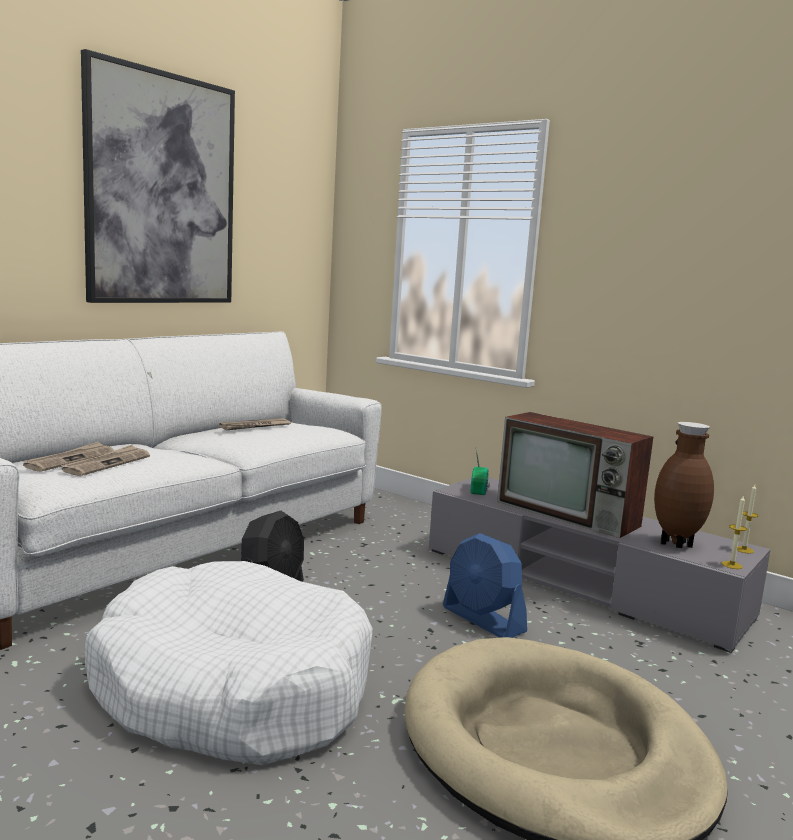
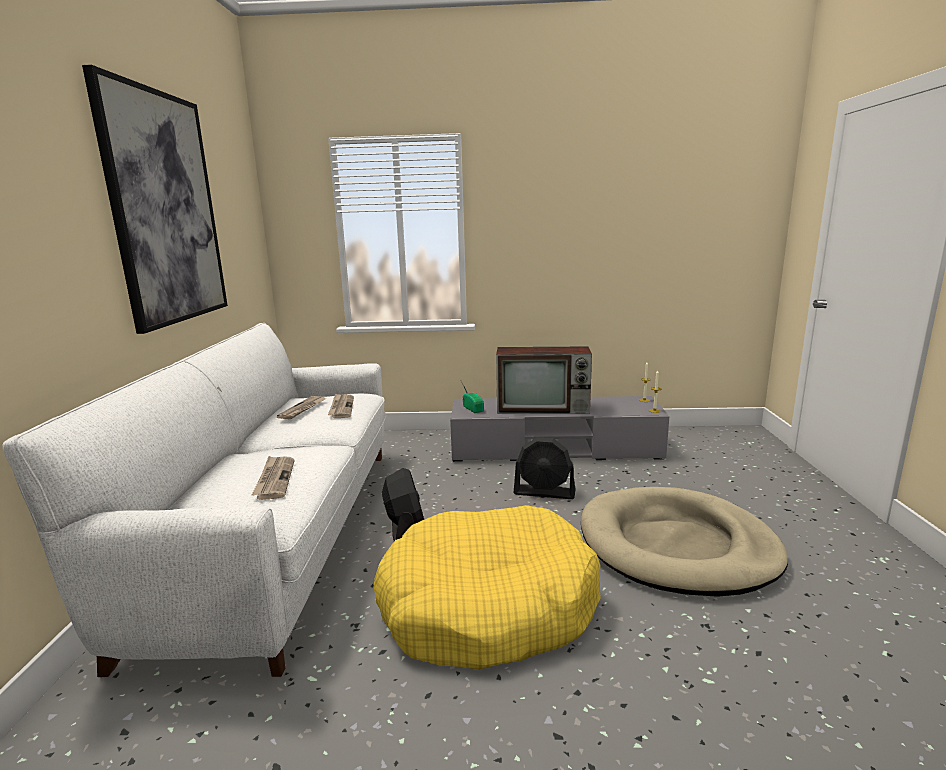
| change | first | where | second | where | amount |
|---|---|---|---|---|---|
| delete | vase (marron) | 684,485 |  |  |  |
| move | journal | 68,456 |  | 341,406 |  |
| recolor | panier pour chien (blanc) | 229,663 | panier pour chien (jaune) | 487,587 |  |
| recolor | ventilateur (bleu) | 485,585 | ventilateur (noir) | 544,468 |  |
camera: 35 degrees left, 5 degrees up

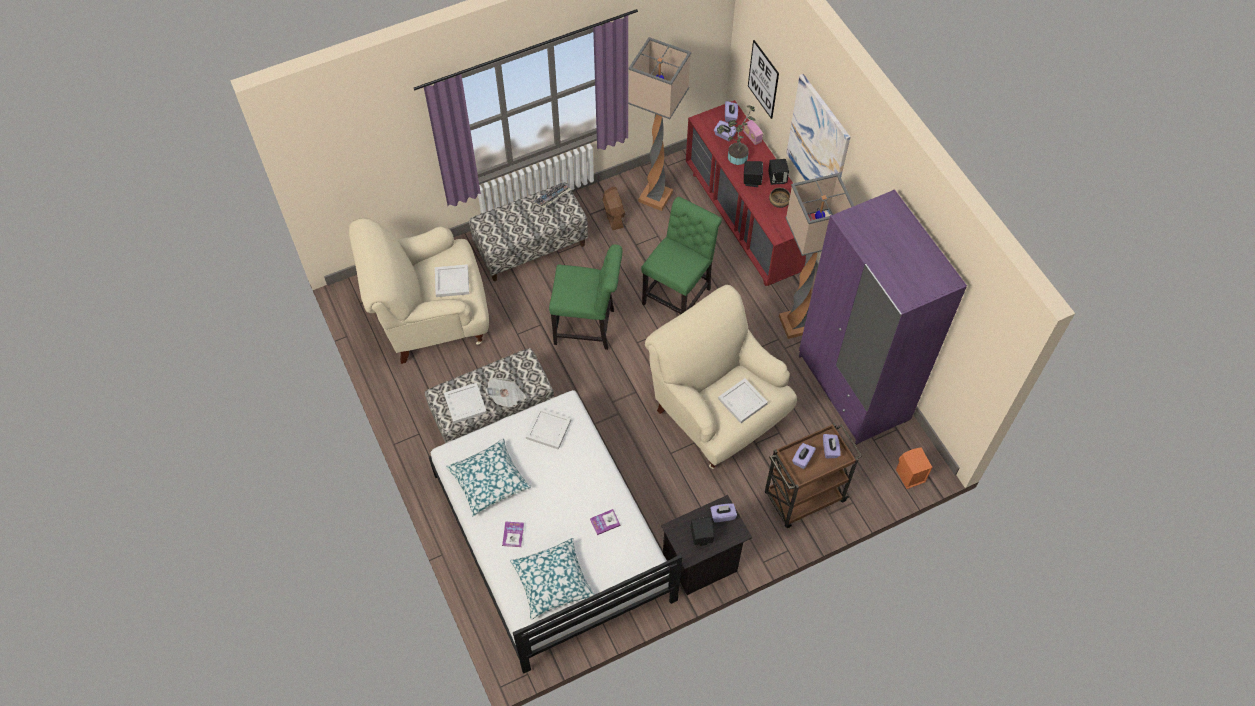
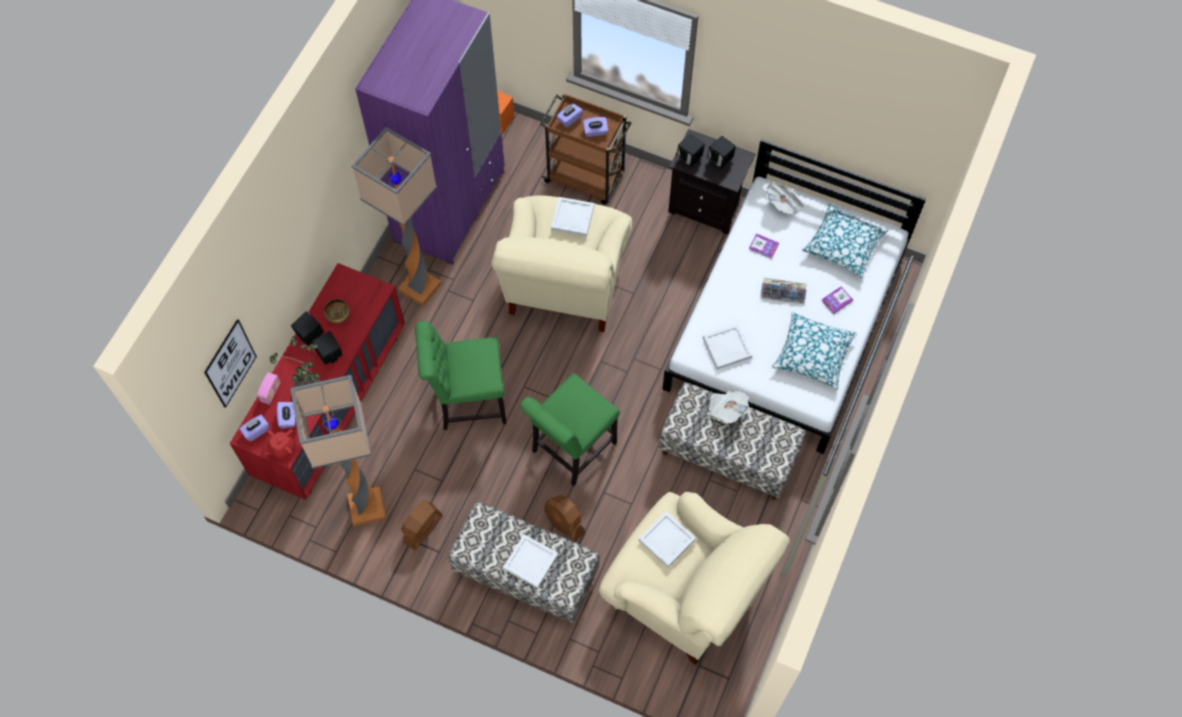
| change | first | where | second | where | amount |
|---|---|---|---|---|---|
| delete | tableau | 818,144 |  |  |  |
| insert |  |  | théière (rouge) | 280,444 |  |
| insert |  |  | ventilateur (marron) | 564,518 |  |
| insert |  |  | journal | 785,199 |  |
| move | plateau (blanc) | 465,403 |  | 530,561 |  |
| move | clavier | 552,195 |  | 783,291 |  |
| replace | boîte à mouchoirs (violet) | 723,513 | enceinte (noir) | 690,150 |  |
| rotate | chaise (vert) | 585,297 |  | 570,429 | 105 degrees counterclockwise |
camera: 130 degrees left, 5 degrees up

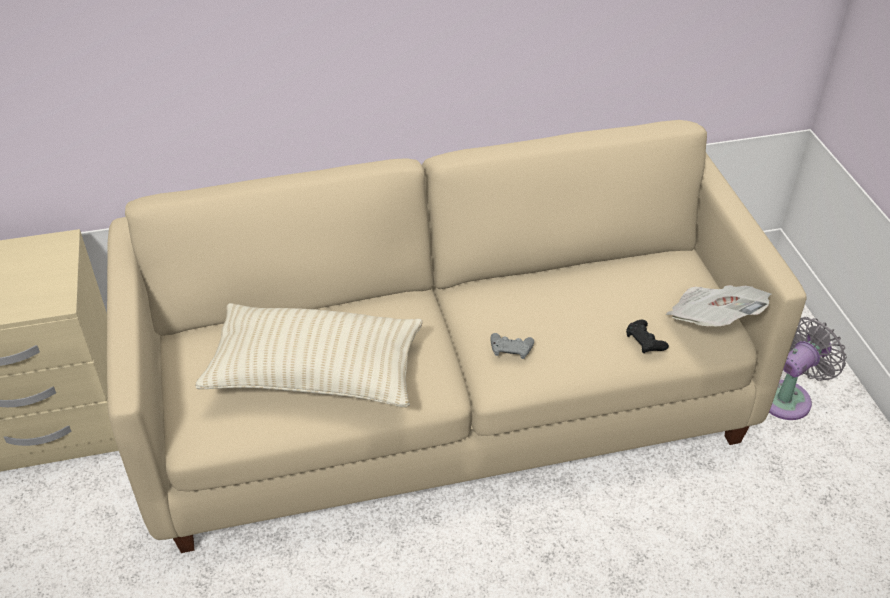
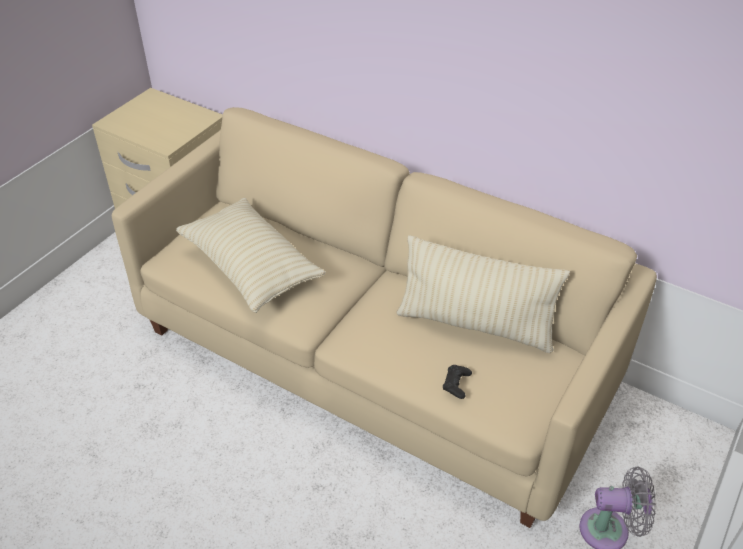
| change | first | where | second | where | amount |
|---|---|---|---|---|---|
| delete | manette (gris) | 512,346 |  |  |  |
| delete | journal | 718,305 |  |  |  |
| insert |  |  | coussin (beige) | 483,294 |  |
camera: 45 degrees right, 0 degrees up

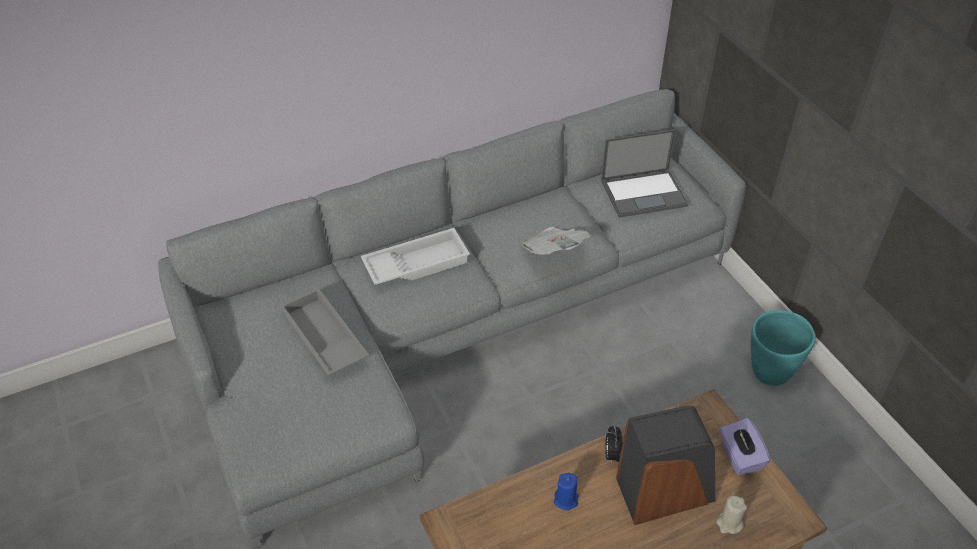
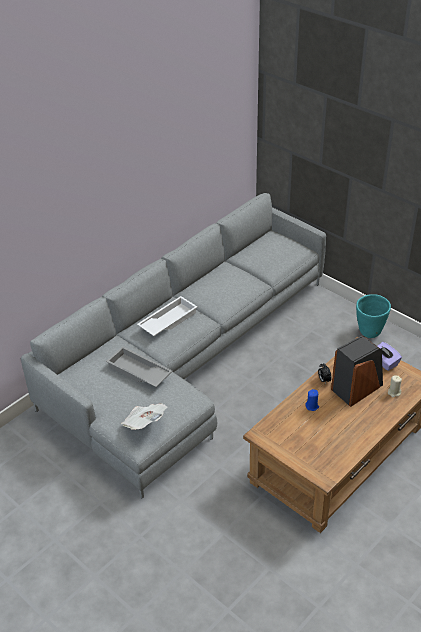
| change | first | where | second | where | amount |
|---|---|---|---|---|---|
| delete | ordinateur portable | 644,173 |  |  |  |
| move | journal | 556,241 |  | 144,416 |  |
camera: 20 degrees left, 5 degrees down

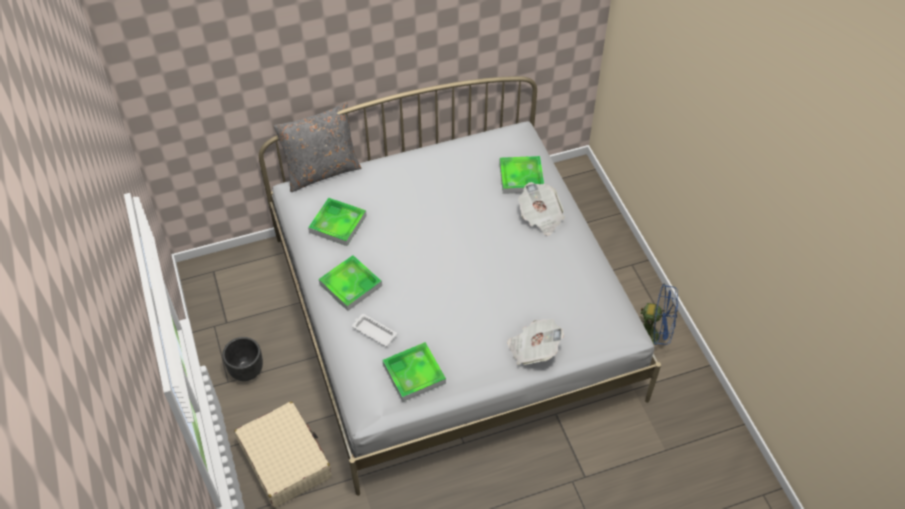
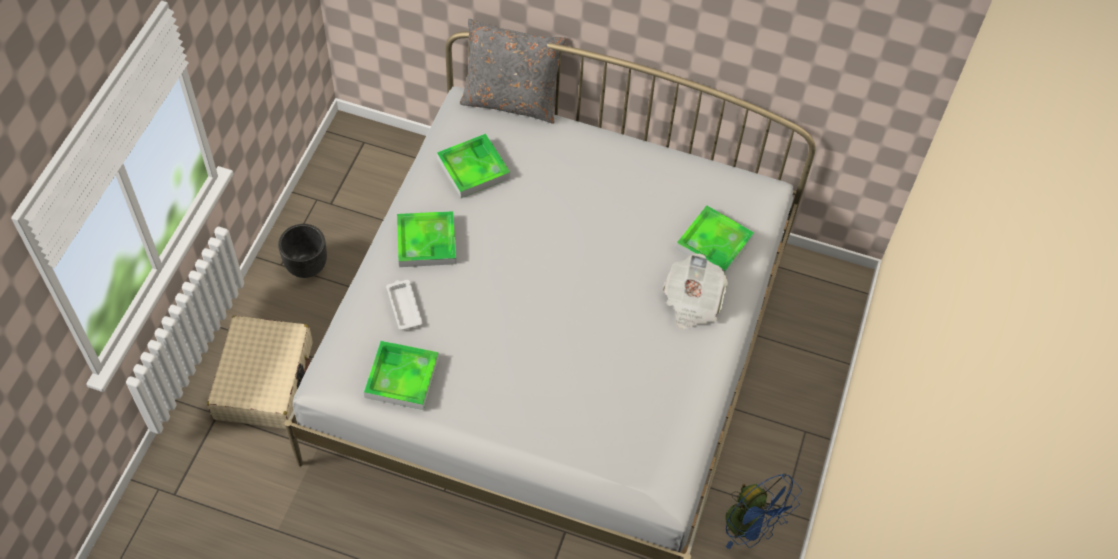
| change | first | where | second | where | amount |
|---|---|---|---|---|---|
| delete | journal | 535,342 |  |  |  |
camera: 35 degrees right, 5 degrees up

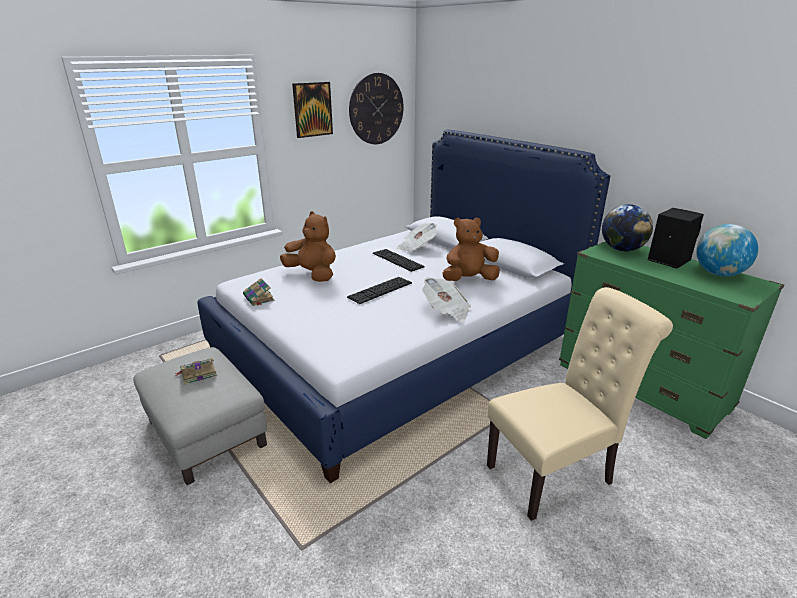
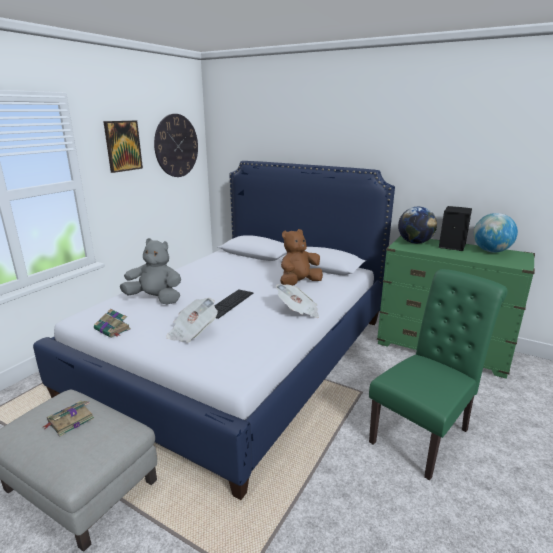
| change | first | where | second | where | amount |
|---|---|---|---|---|---|
| delete | clavier | 399,260 |  |  |  |
| move | journal | 417,237 |  | 192,320 |  |
| recolor | peluche (marron) | 308,246 | peluche (gris) | 150,271 |  |
| recolor | chaise (beige) | 580,404 | chaise (vert) | 438,375 |  |
camera: 20 degrees left, 5 degrees down

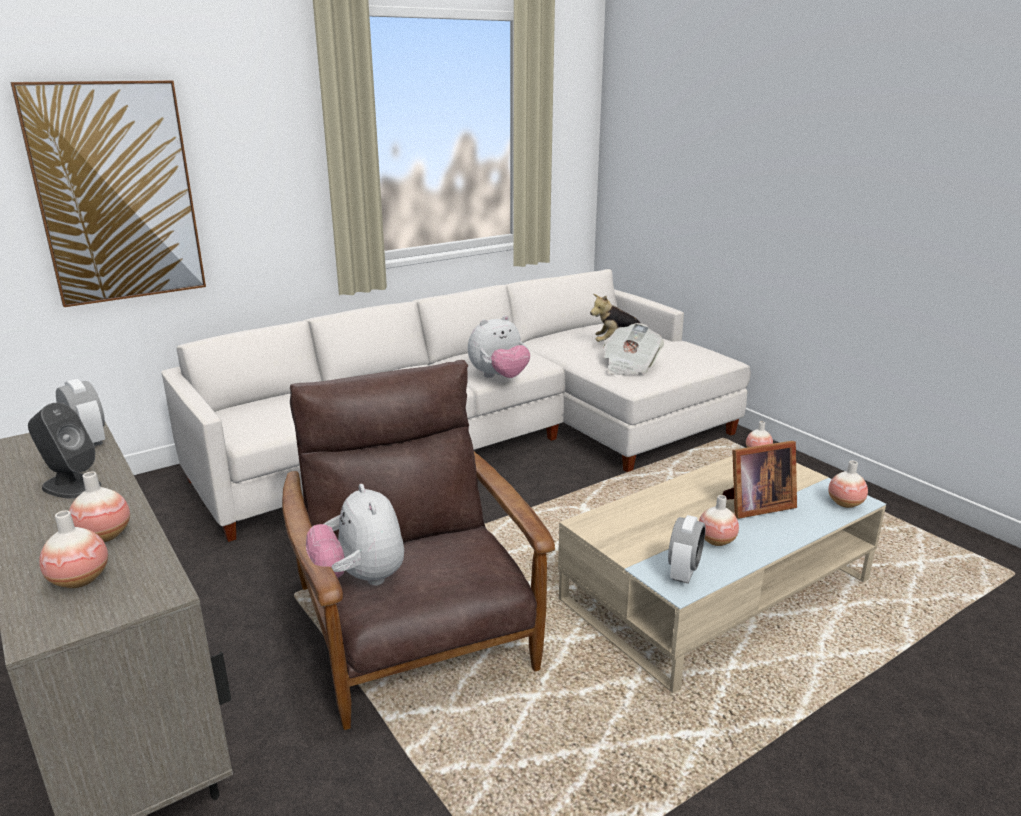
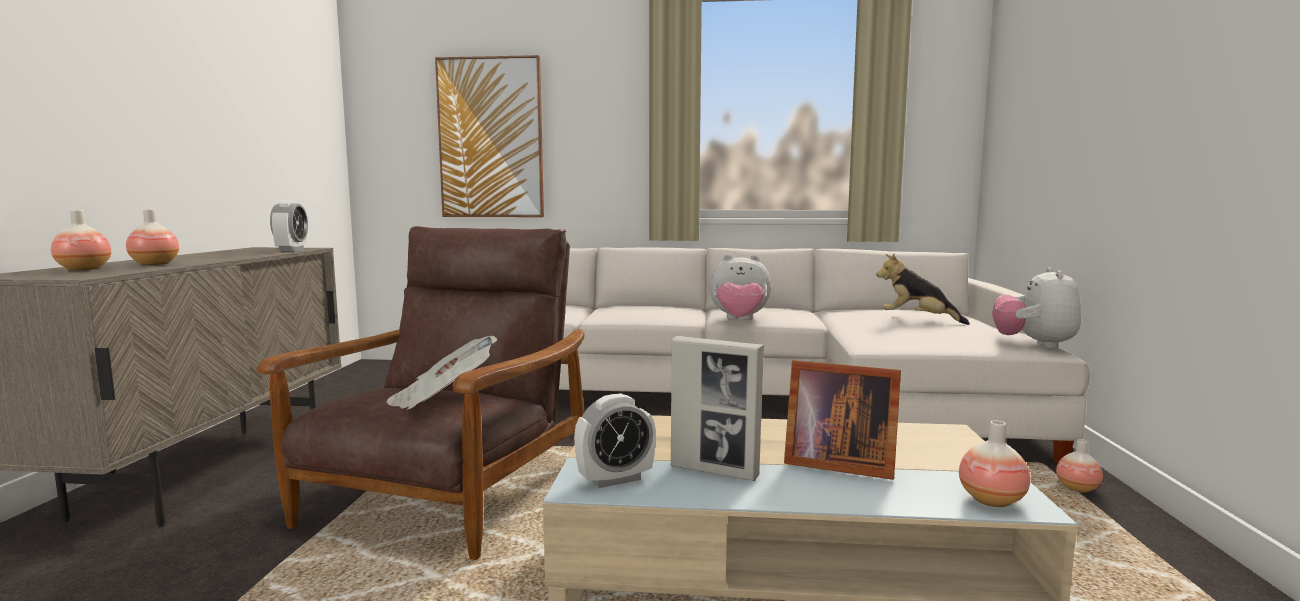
| change | first | where | second | where | amount |
|---|---|---|---|---|---|
| delete | enceinte (gris) | 64,451 |  |  |  |
| move | peluche | 355,535 |  | 1036,308 |  |
| move | journal | 633,349 |  | 441,373 |  |
| replace | vase | 719,520 | cadre photo | 717,408 |  |
camera: 40 degrees right, 15 degrees down

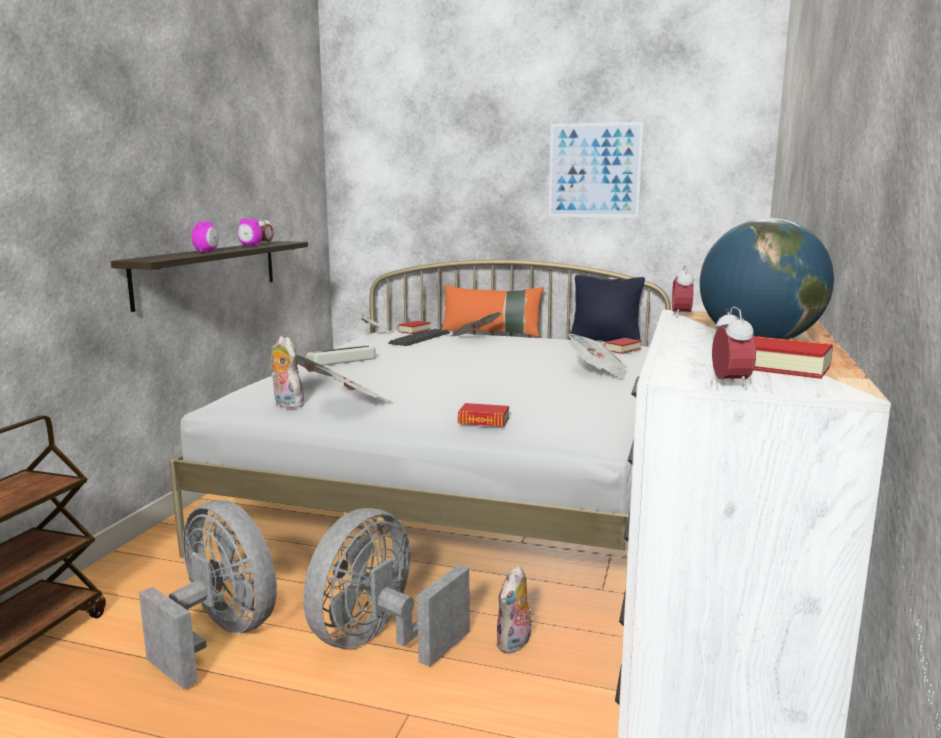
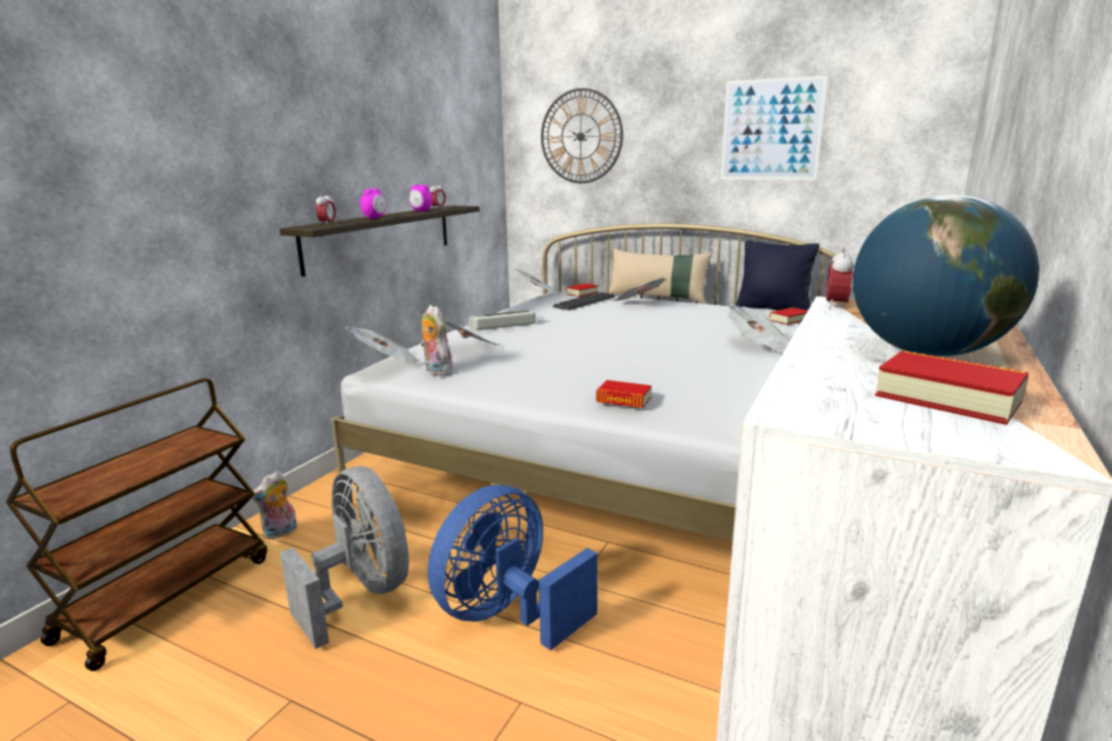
| change | first | where | second | where | amount |
|---|---|---|---|---|---|
| insert |  |  | horloge murale | 582,135 |  |
| move | journal | 355,384 |  | 383,344 |  |
| move | peluche | 515,610 |  | 274,505 |  |
| move | réveil | 734,348 |  | 326,208 |  |
| recolor | ventilateur (gris) | 386,587 | ventilateur (bleu) | 513,568 |  |
| recolor | coussin (orange) | 493,310 | coussin (beige) | 660,275 |  |
camera: 10 degrees right, 5 degrees up

